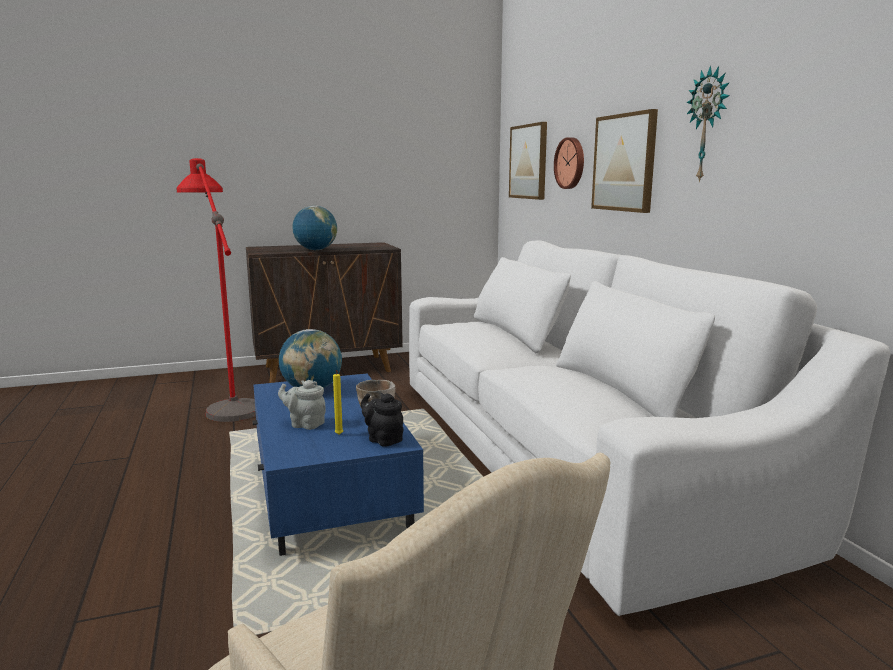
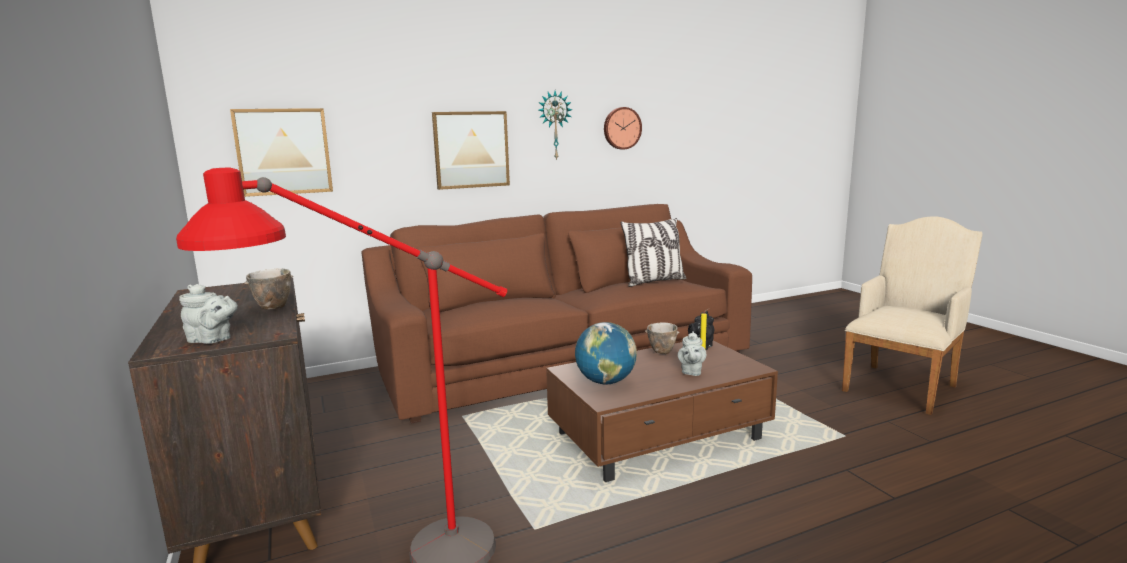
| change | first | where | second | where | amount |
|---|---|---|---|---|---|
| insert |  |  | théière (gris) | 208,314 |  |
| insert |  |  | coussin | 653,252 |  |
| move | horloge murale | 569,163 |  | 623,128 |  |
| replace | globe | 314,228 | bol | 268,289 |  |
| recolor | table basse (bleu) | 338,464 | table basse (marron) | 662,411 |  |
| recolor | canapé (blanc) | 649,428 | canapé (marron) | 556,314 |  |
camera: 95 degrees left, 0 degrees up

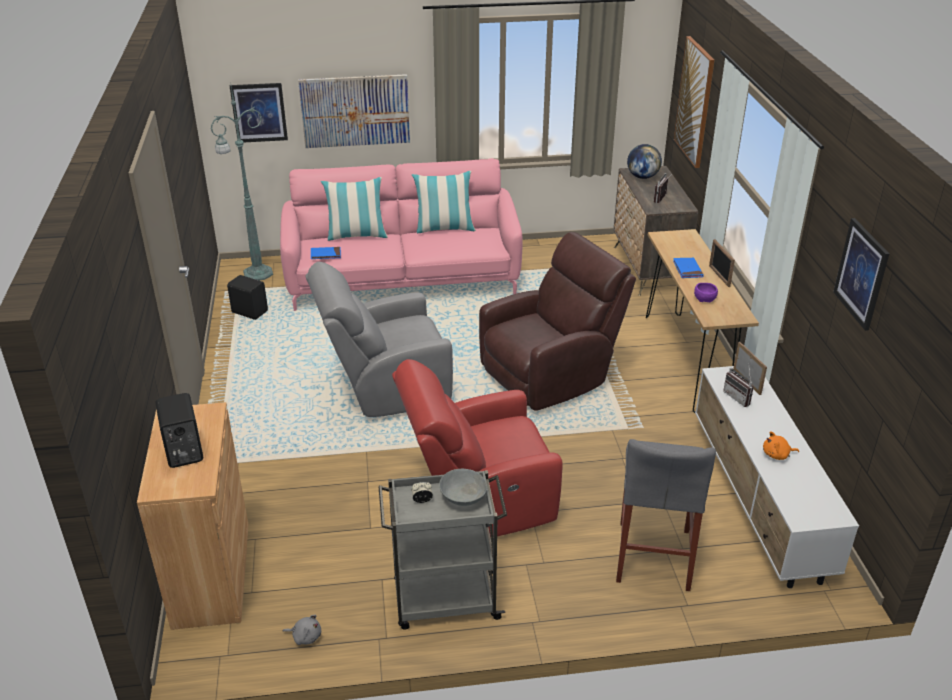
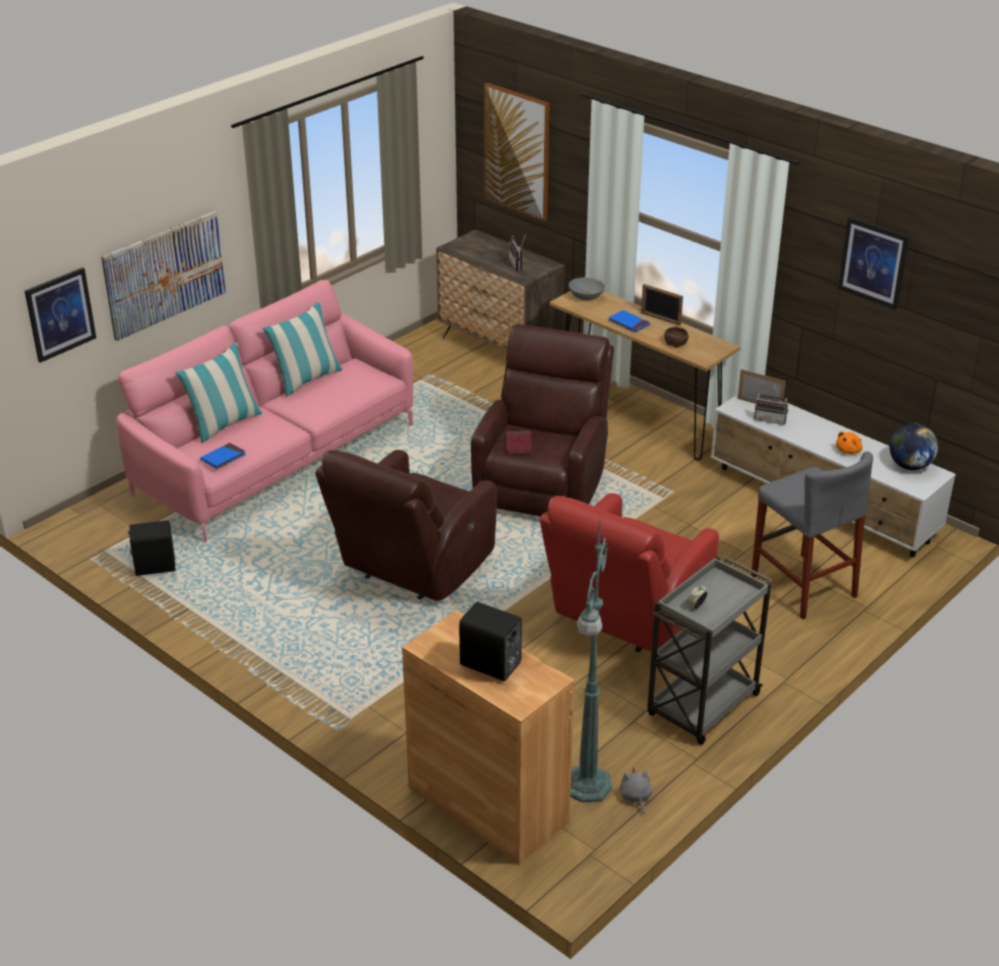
| change | first | where | second | where | amount |
|---|---|---|---|---|---|
| insert |  |  | livre (rouge) | 519,442 |  |
| move | lampadaire (vert) | 241,181 |  | 591,661 |  |
| move | bol (gris) | 463,487 |  | 586,288 |  |
| move | globe | 644,161 |  | 913,446 |  |
| recolor | fauteuil (gris) | 379,339 | fauteuil (marron) | 406,525 |  |
| recolor | bol (violet) | 706,292 | bol (marron) | 676,337 |  |
| rotate | peluche (gris) | 302,630 |  | 637,790 | 75 degrees counterclockwise |
camera: 40 degrees left, 0 degrees up

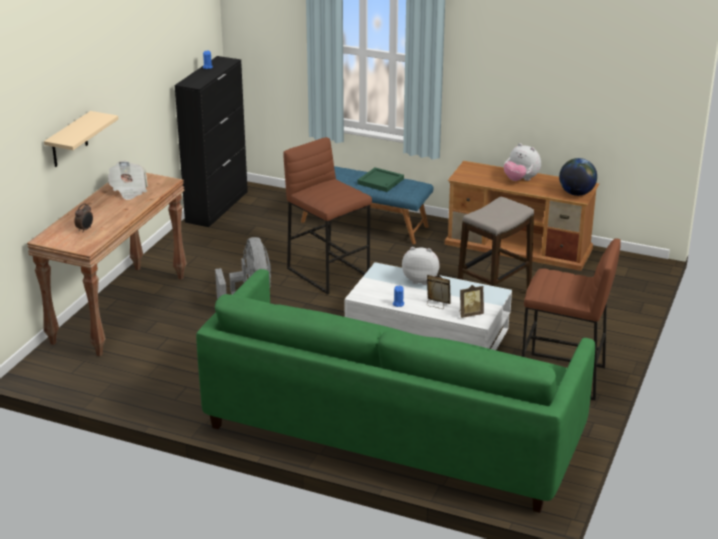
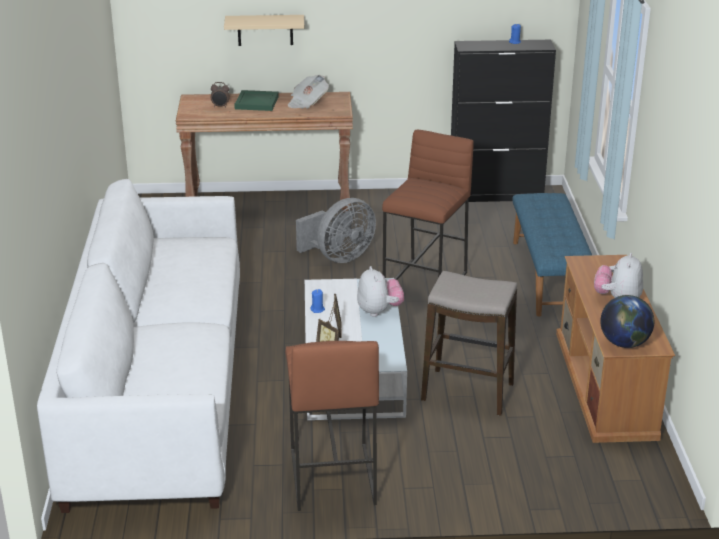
| change | first | where | second | where | amount |
|---|---|---|---|---|---|
| move | plateau (vert) | 380,179 |  | 256,100 |  |
| recolor | canapé (vert) | 395,391 | canapé (blanc) | 138,346 |  |
camera: 65 degrees right, 0 degrees up

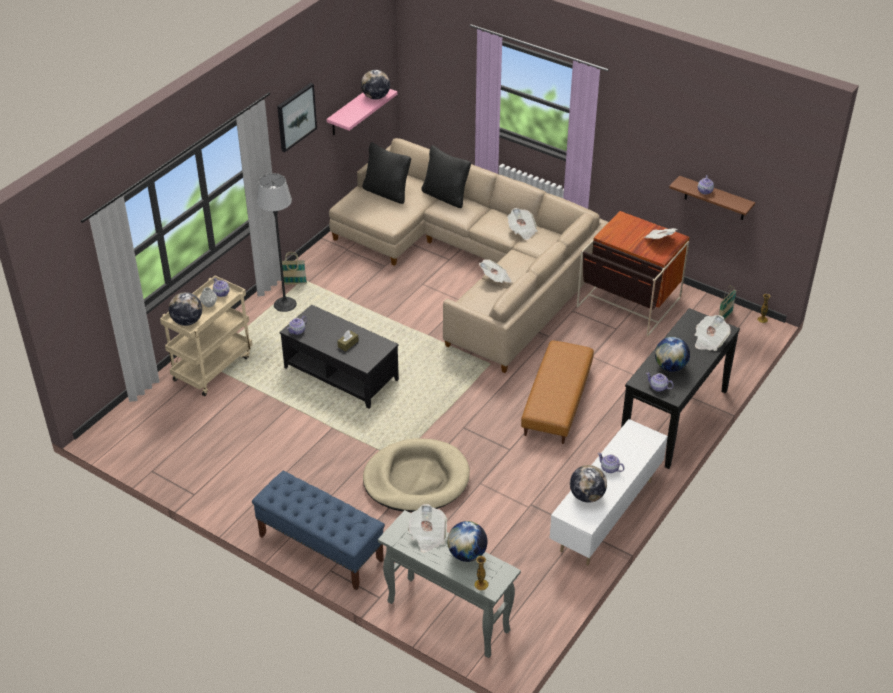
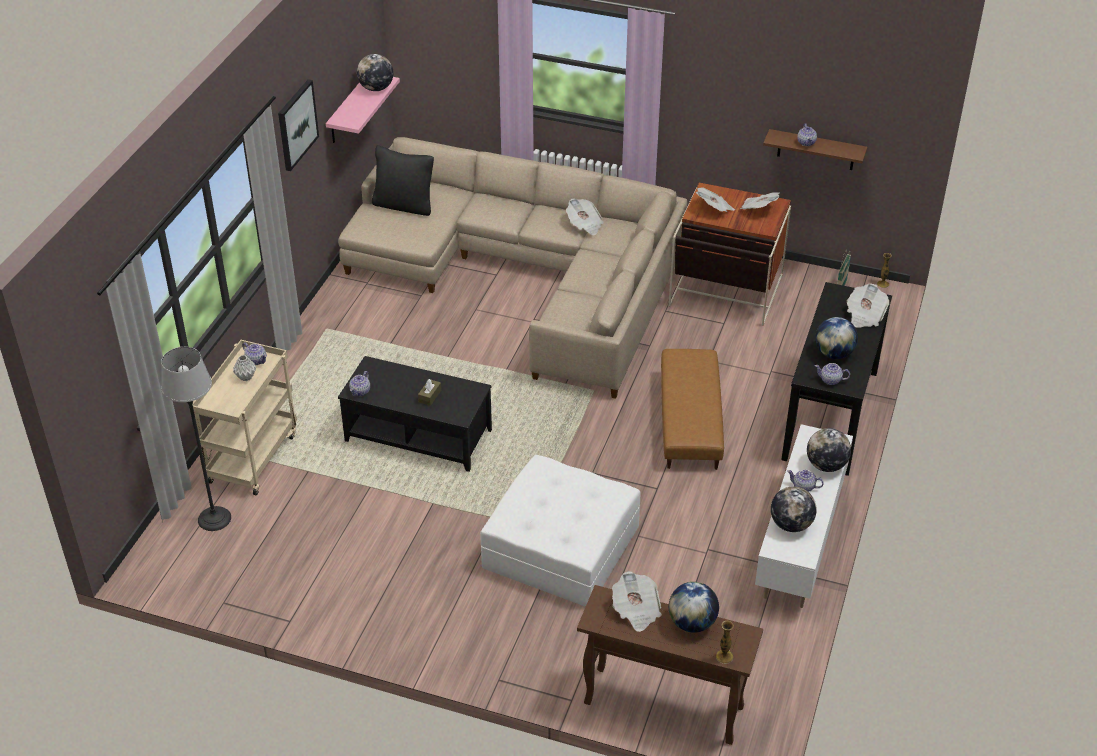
| change | first | where | second | where | amount |
|---|---|---|---|---|---|
| delete | banc (bleu) | 318,530 |  |  |  |
| delete | panier | 294,268 |  |  |  |
| delete | coussin (noir) | 446,176 |  |  |  |
| move | globe | 185,309 |  | 829,450 |  |
| move | lampadaire | 277,242 |  | 196,439 |  |
| move | journal | 495,271 |  | 715,200 |  |
| replace | panier pour chien (beige) | 416,475 | pouf (blanc) | 560,531 |  |
| recolor | table console (gris) | 449,584 | table console (marron) | 670,665 |  |
camera: 15 degrees left, 0 degrees up

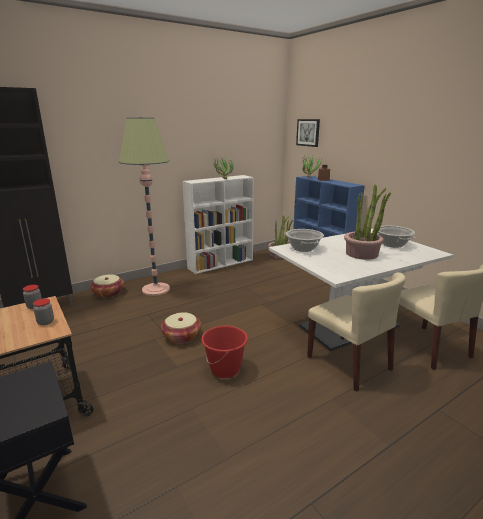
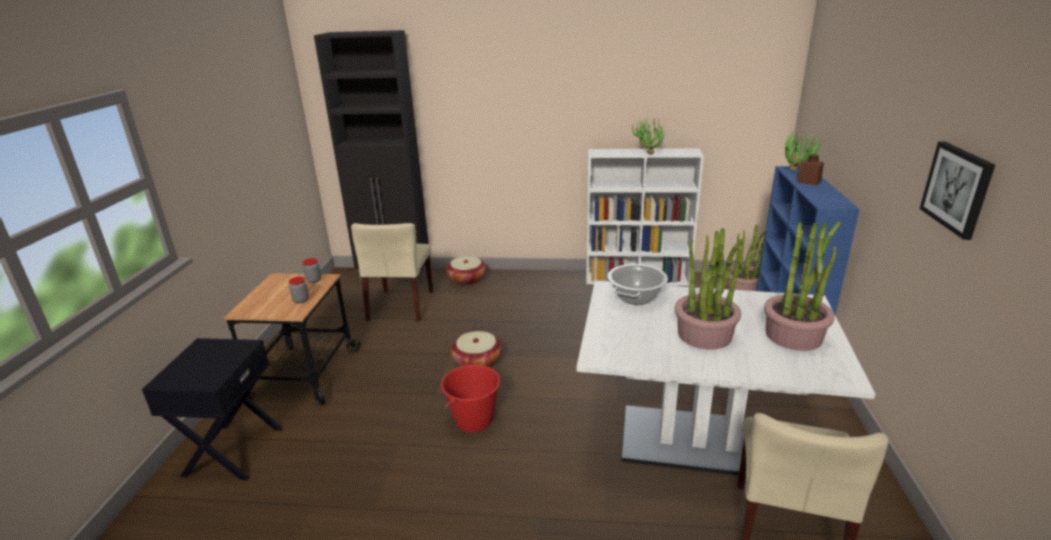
| change | first | where | second | where | amount |
|---|---|---|---|---|---|
| delete | lampadaire | 144,206 |  |  |  |
| move | tableau | 308,133 |  | 957,191 |  |
| move | chaise (beige) | 356,332 |  | 392,272 |  |
| replace | marmite | 396,237 | plante en pot | 802,286 |  |
camera: 40 degrees right, 5 degrees up

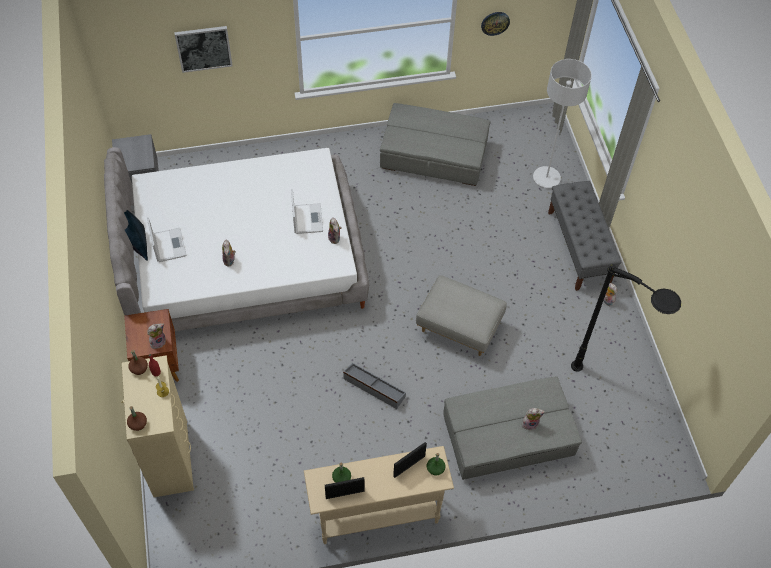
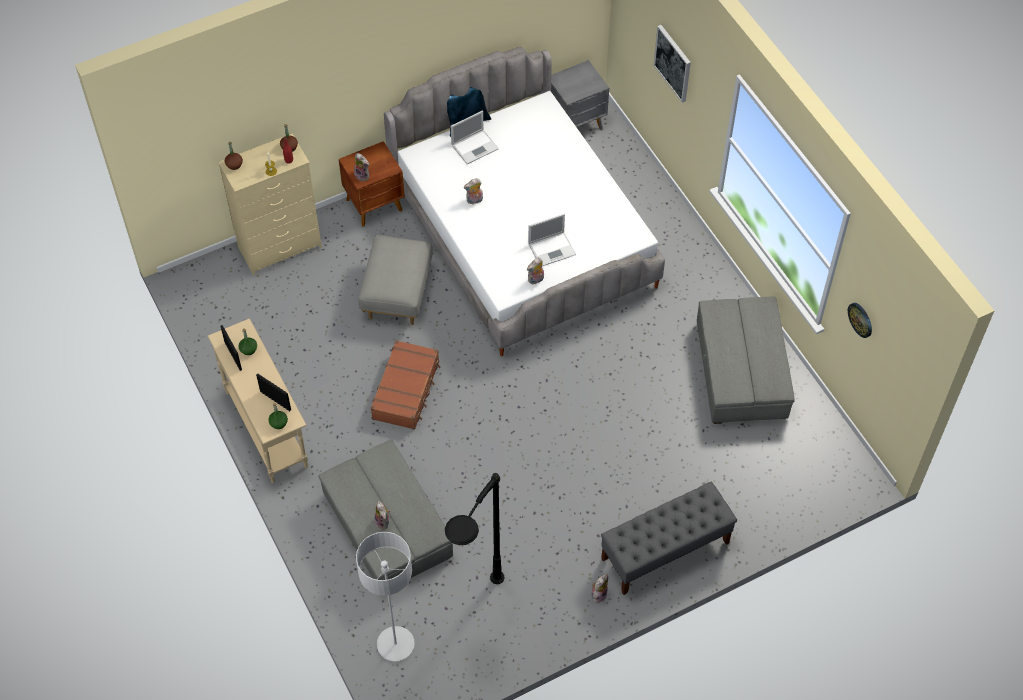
| change | first | where | second | where | amount |
|---|---|---|---|---|---|
| move | pouf (gris) | 461,315 |  | 396,280 |  |
| move | lampadaire (gris) | 562,123 |  | 385,596 |  |
| replace | boîte de rangement (gris) | 374,386 | valise (marron) | 405,385 |  |
camera: 75 degrees right, 0 degrees up

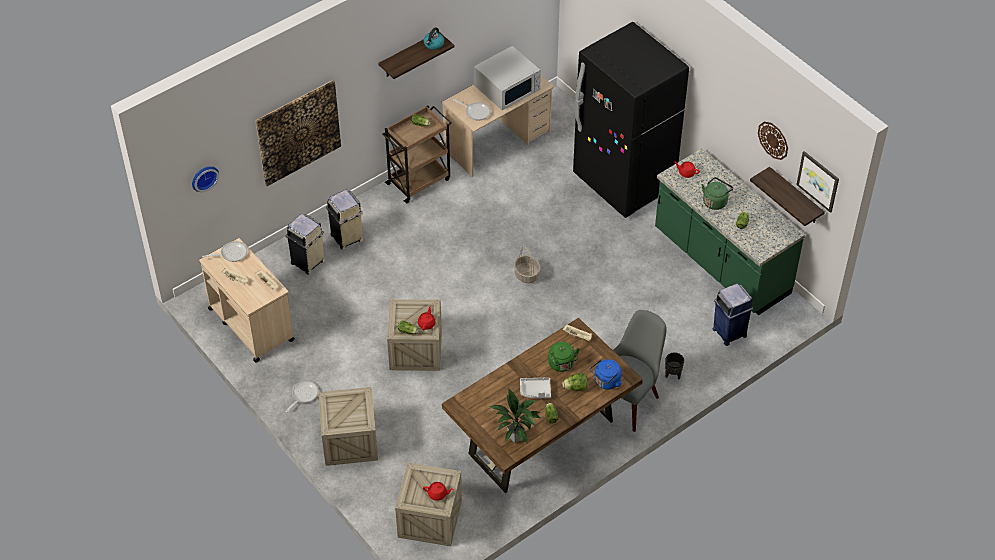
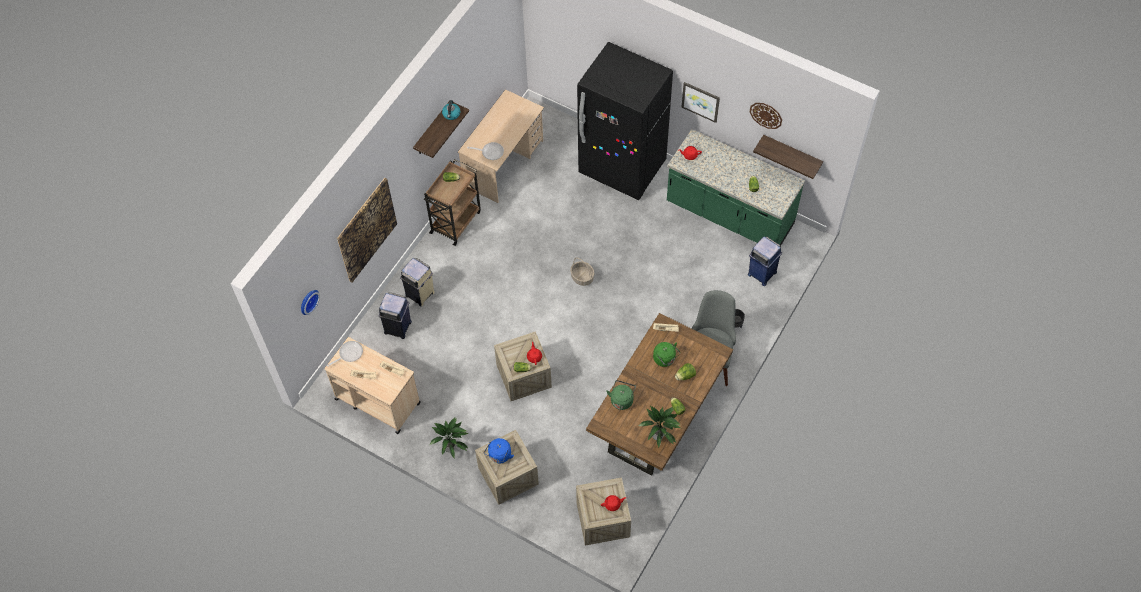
| change | first | where | second | where | amount |
|---|---|---|---|---|---|
| delete | micro-ondes (blanc) | 507,78 |  |  |  |
| delete | plateau (gris) | 535,388 |  |  |  |
| move | bouilloire (bleu) | 606,374 |  | 499,450 |  |
| move | bouilloire (vert) | 717,193 |  | 621,395 |  |
| move | tableau | 817,182 |  | 701,102 |  |
| replace | poêle | 302,396 | plante en pot | 449,437 |  |
| recolor | poubelle (beige) | 305,244 | poubelle (bleu) | 395,315 |  |
camera: 20 degrees left, 10 degrees up

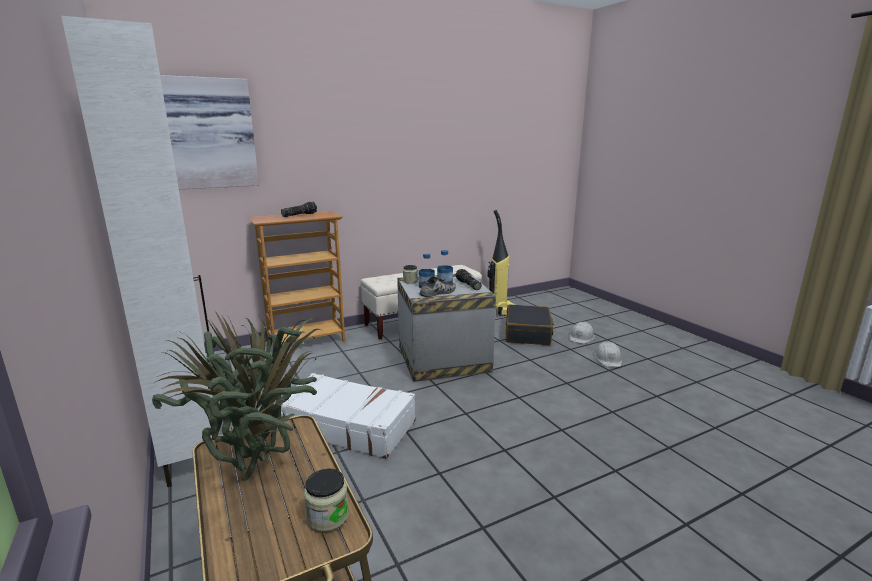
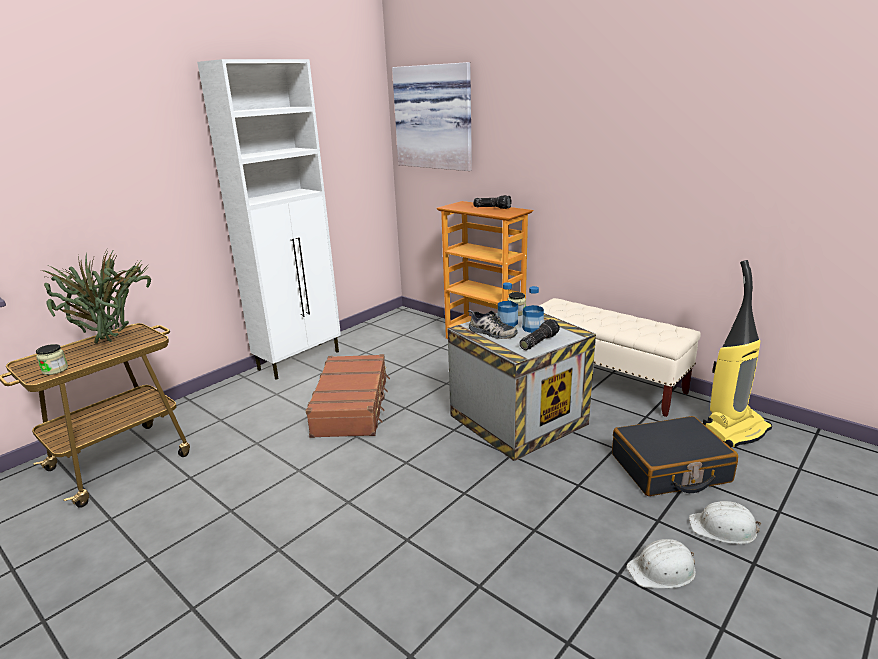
| change | first | where | second | where | amount |
|---|---|---|---|---|---|
| recolor | valise (blanc) | 344,416 | valise (marron) | 348,396 |  |
camera: 70 degrees right, 5 degrees up

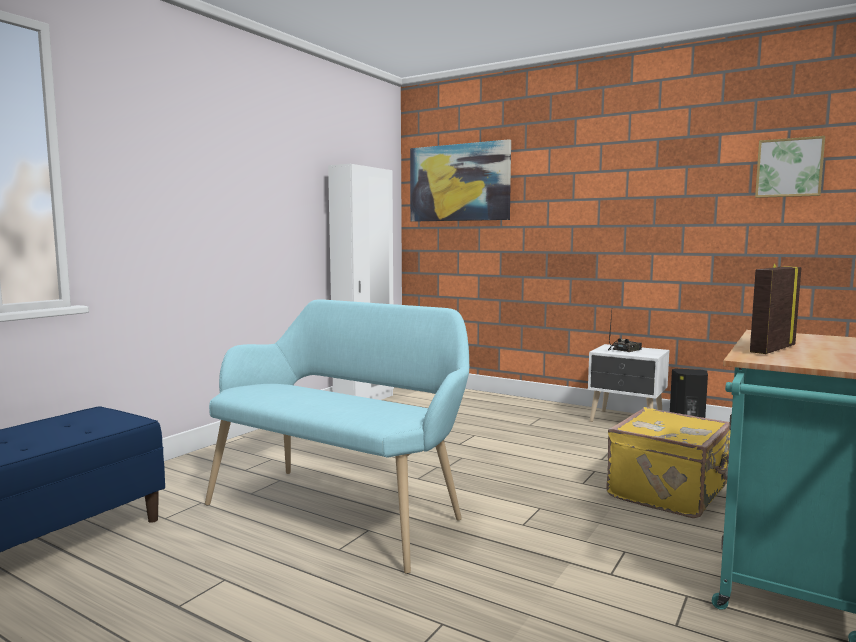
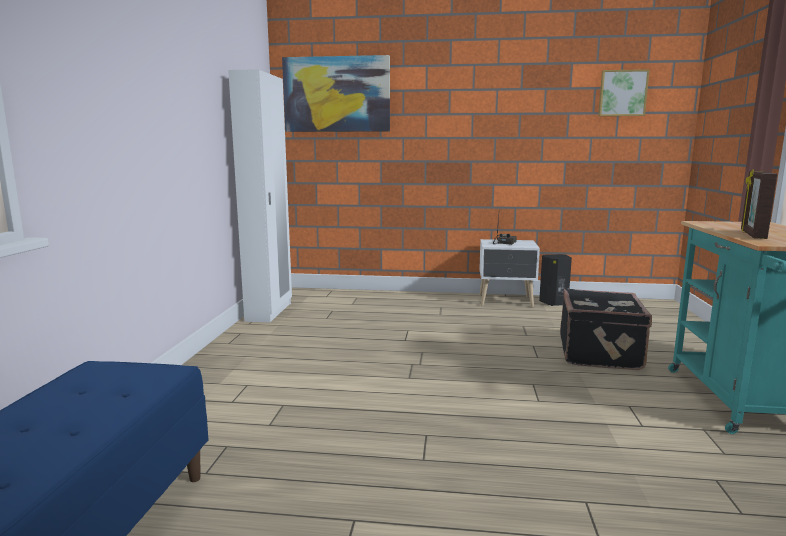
| change | first | where | second | where | amount |
|---|---|---|---|---|---|
| delete | banc (turquoise) | 337,436 |  |  |  |
| recolor | valise (jaune) | 668,462 | valise (noir) | 606,329 |  |
camera: 25 degrees left, 5 degrees up

